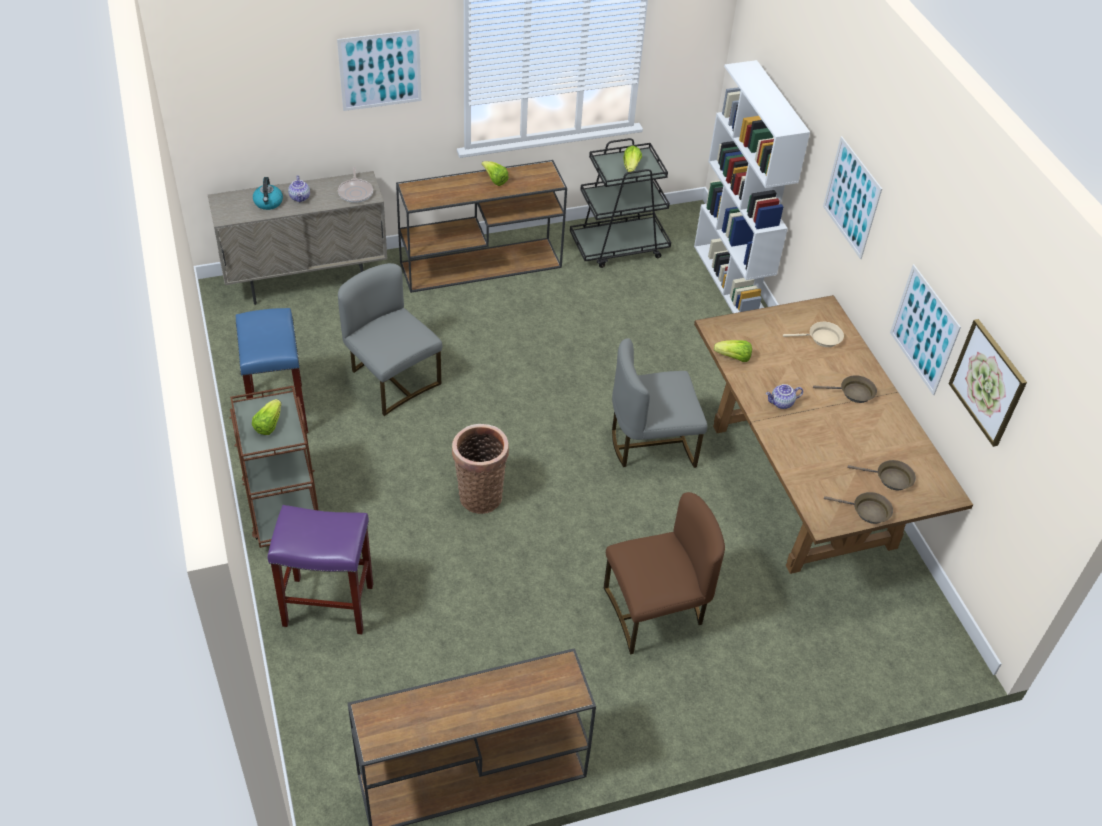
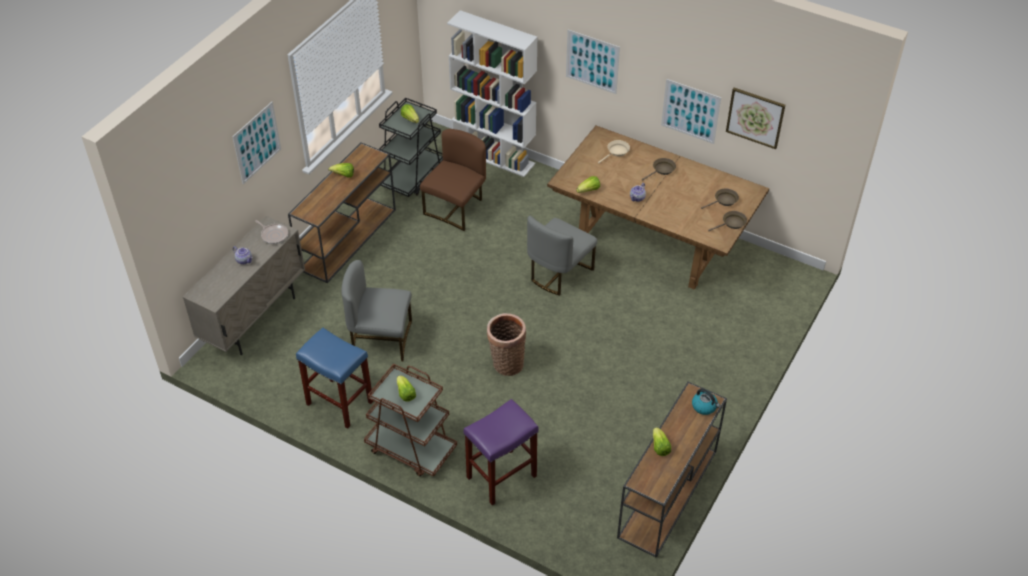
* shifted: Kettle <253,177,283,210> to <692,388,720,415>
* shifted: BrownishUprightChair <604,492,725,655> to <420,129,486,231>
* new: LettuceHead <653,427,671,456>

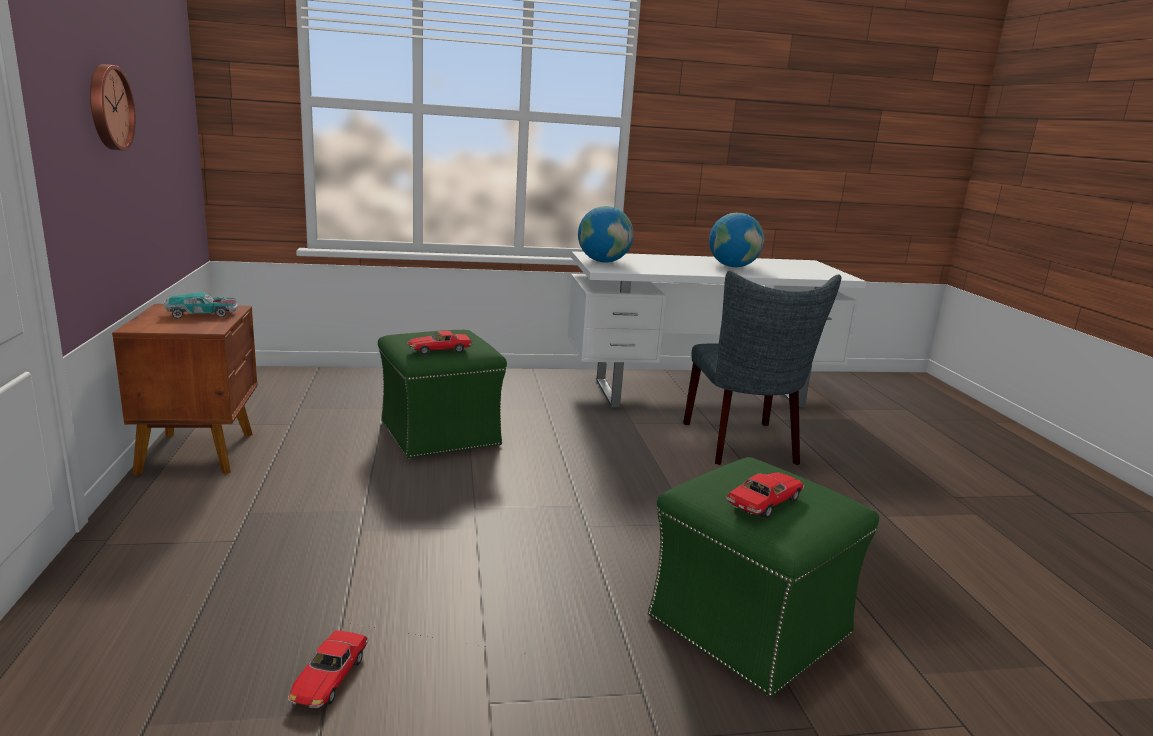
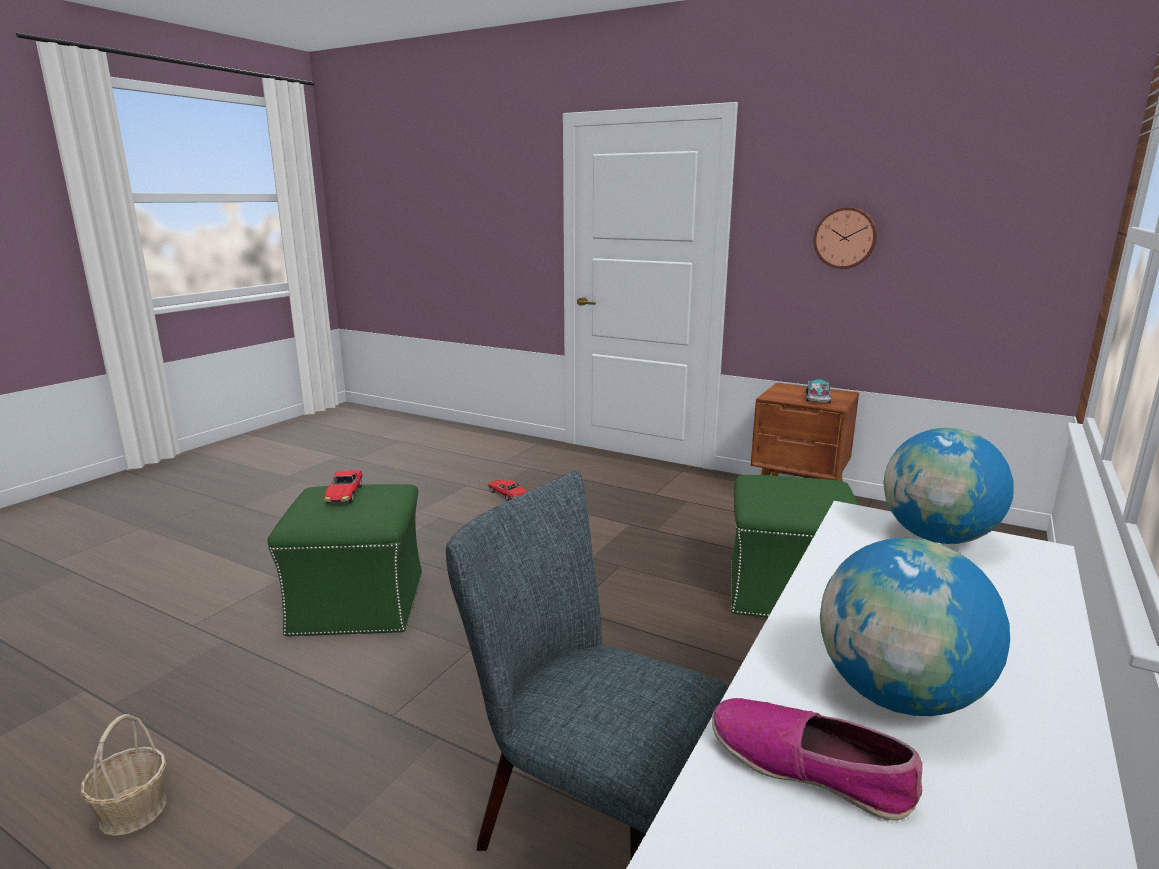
* gone: MiniatureCar <407,331,472,355>
* new: Shoe <712,698,923,821>
* new: HouseholdBasket <81,714,166,836>

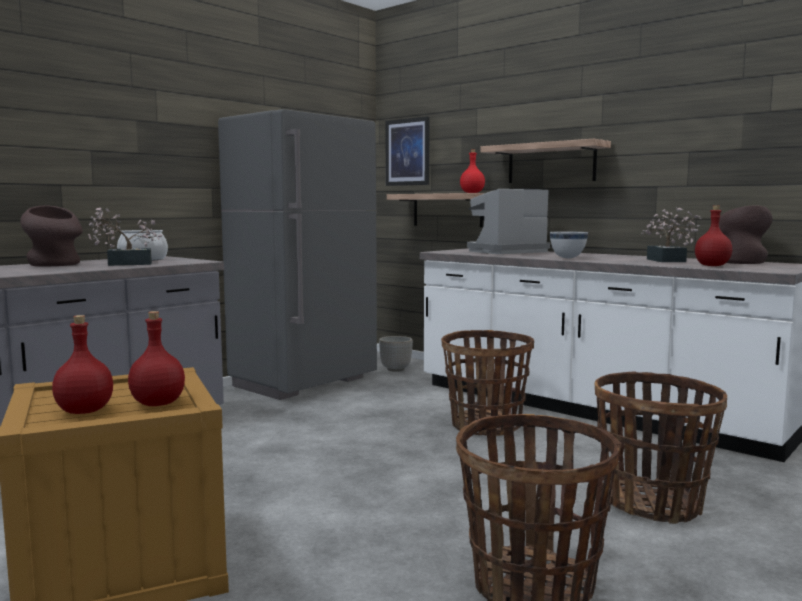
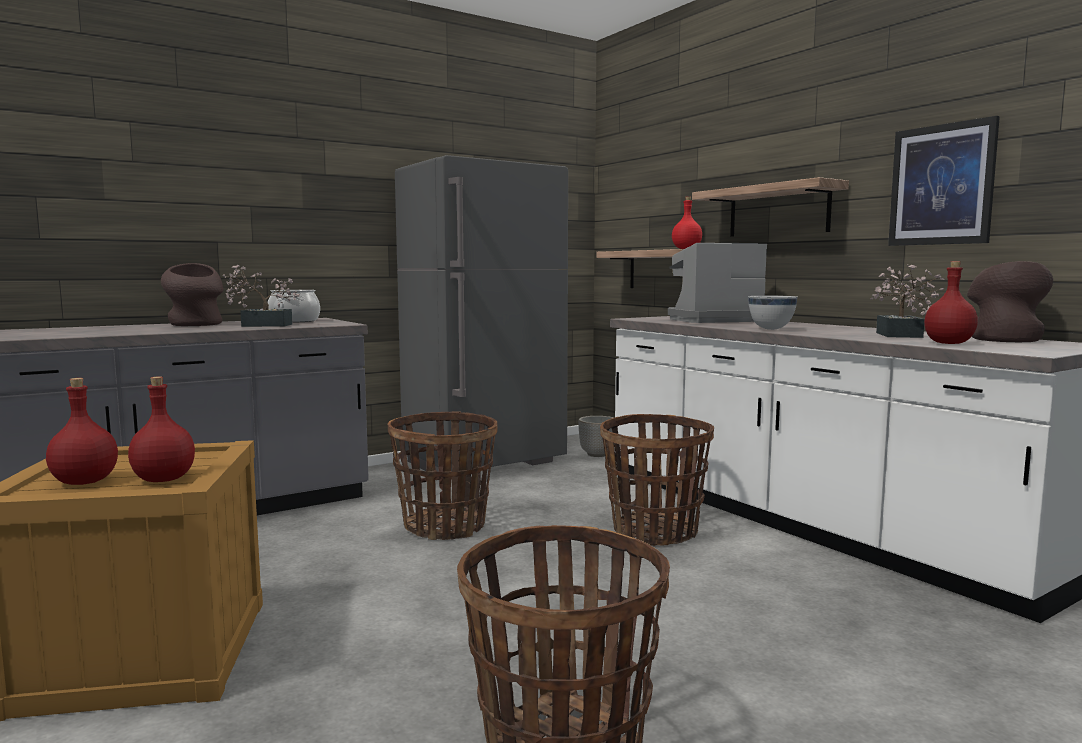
* shifted: WallPicture <386,116,430,186> to <888,116,1000,246>
* shifted: HouseholdBasket <595,371,727,524> to <388,412,498,540>

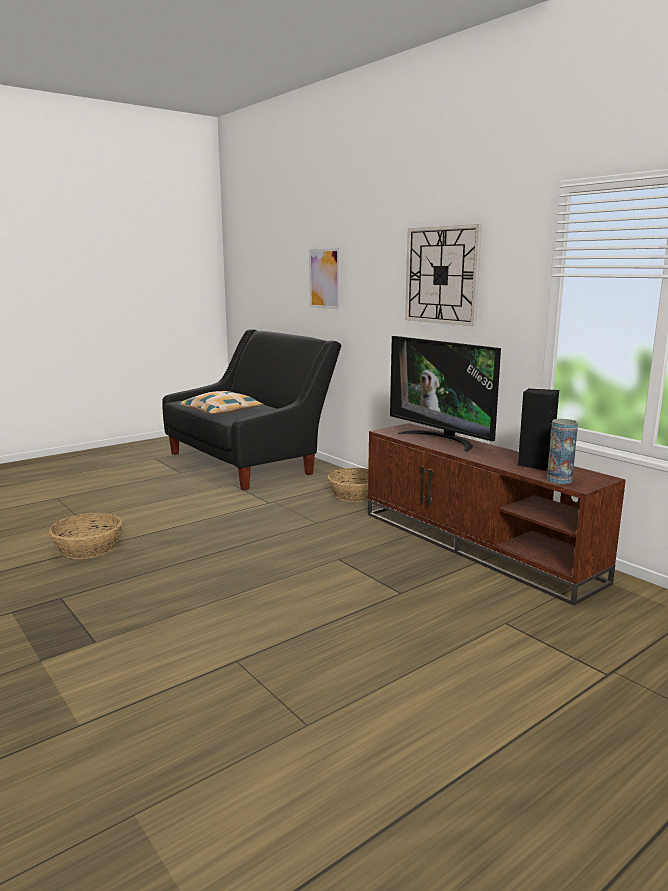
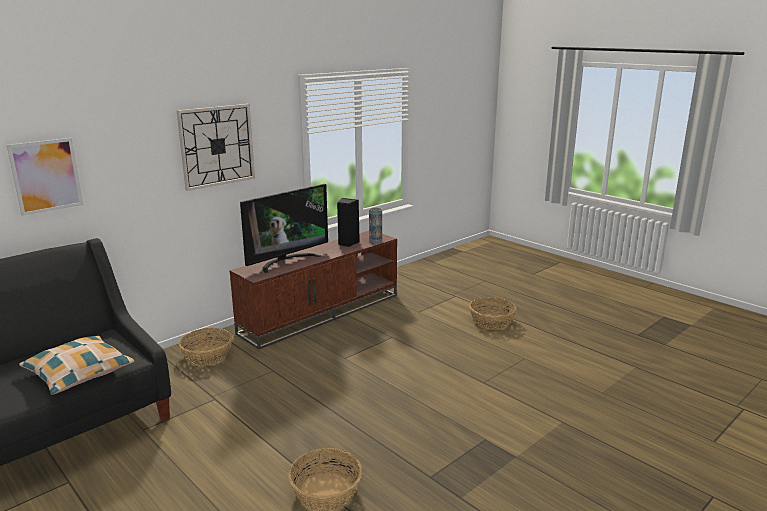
* new: HouseholdBasket <469,297,516,329>

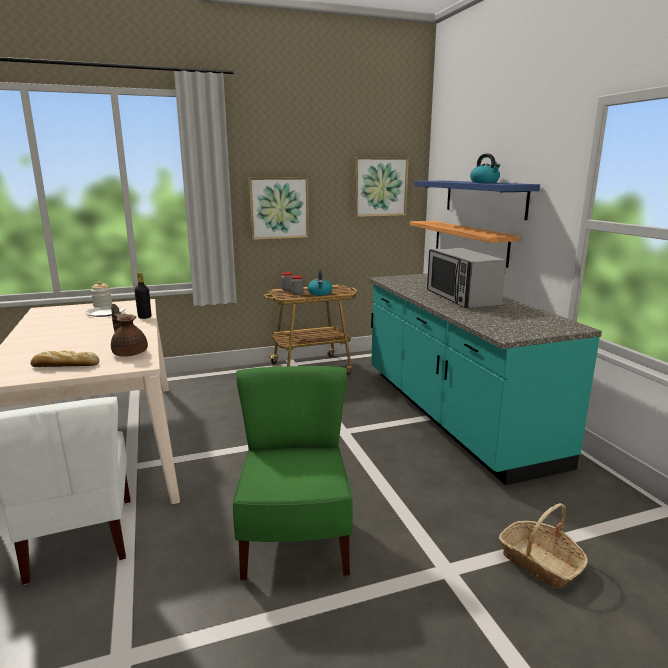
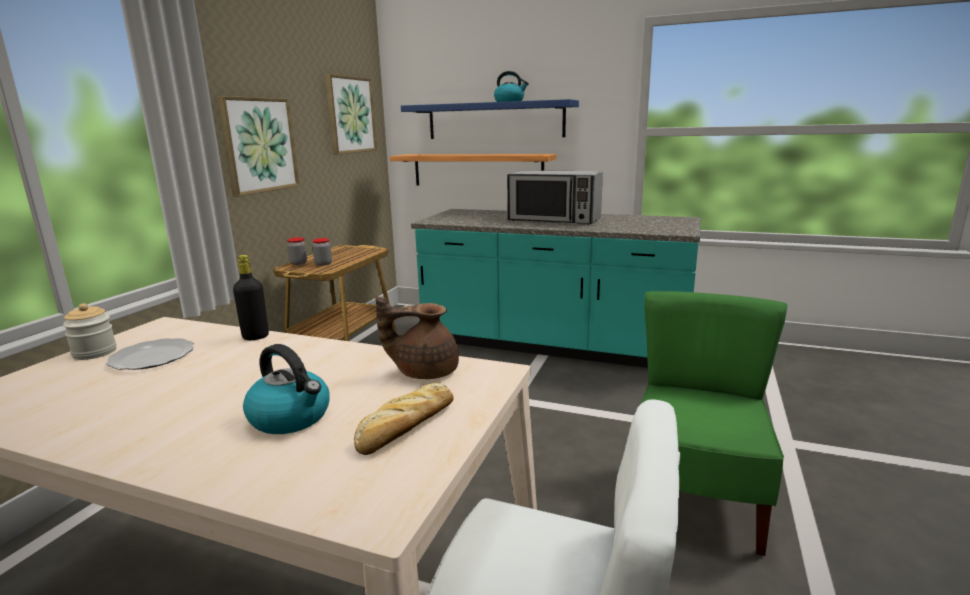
* shifted: Kettle <308,270,333,295> to <243,344,330,434>
* rotated: GreenishUprightChair <233,366,353,581> = <641,291,788,556> 75 degrees clockwise
* gone: HouseholdBasket <499,503,588,589>

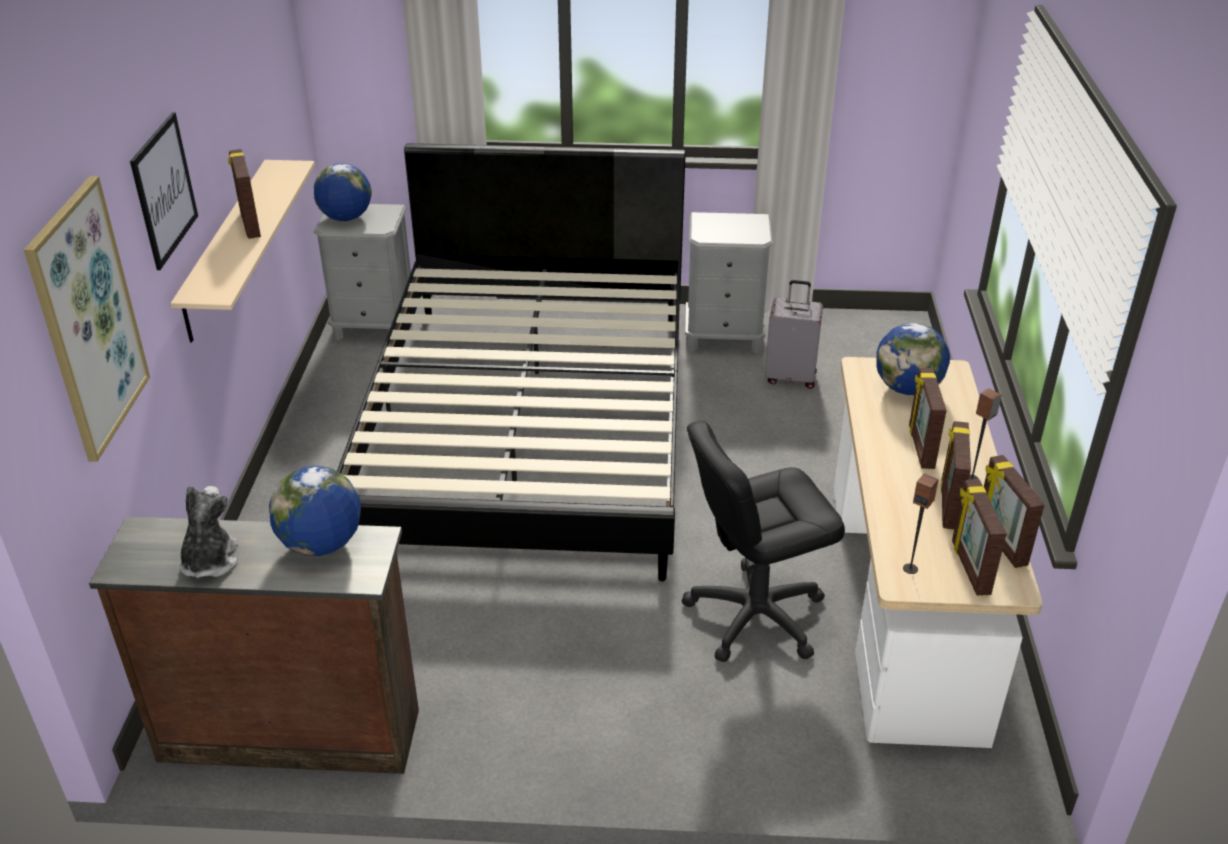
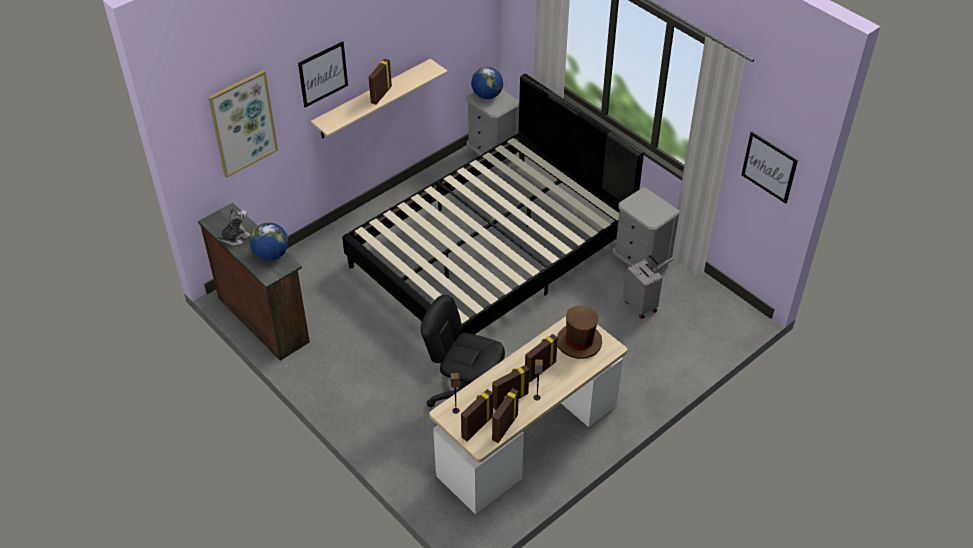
* swapped: DeskGlobe <876,323,950,395> to BrownishClothingHat <557,305,602,359>
* new: WallPicture <742,131,798,204>

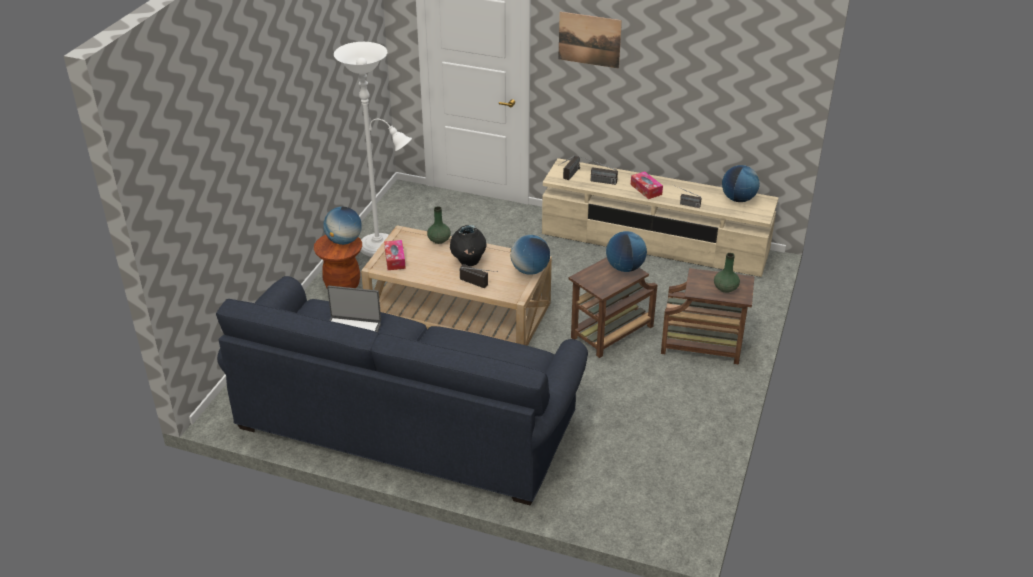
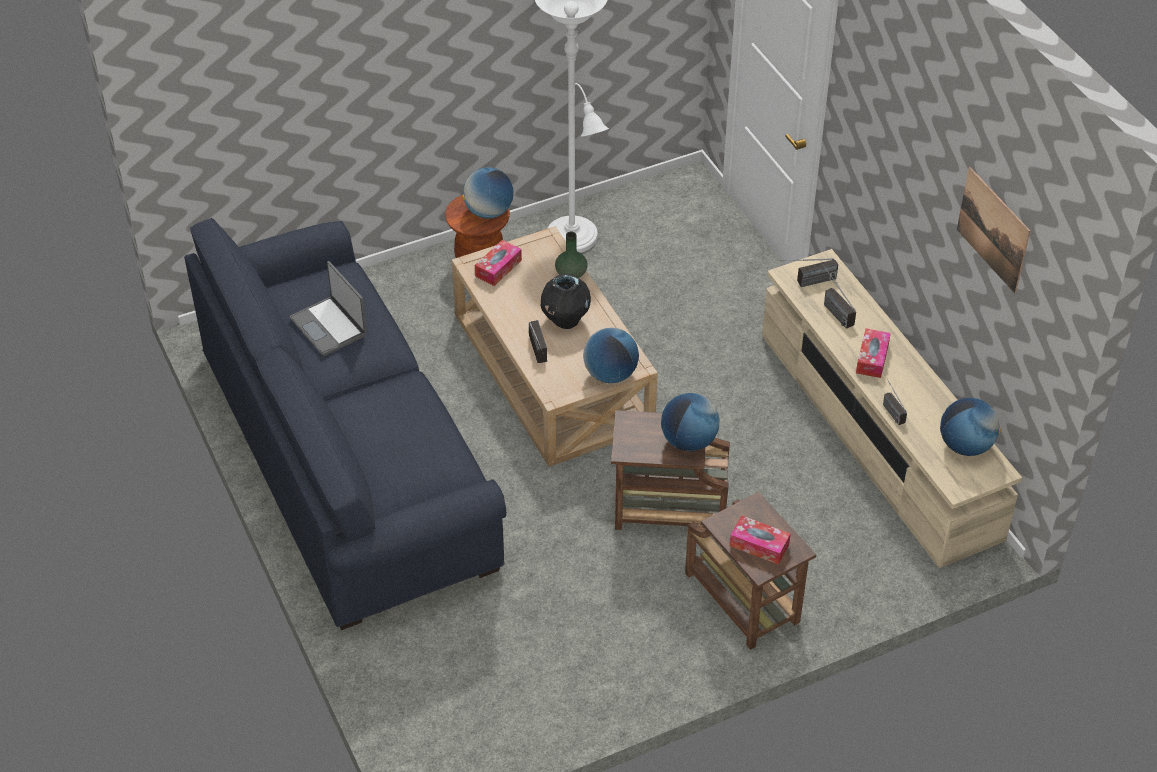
* shifted: WallPicture <558,12,622,69> to <957,167,1030,294>
* swapped: GreenishVase <714,253,740,293> to TissueBox <730,515,790,565>

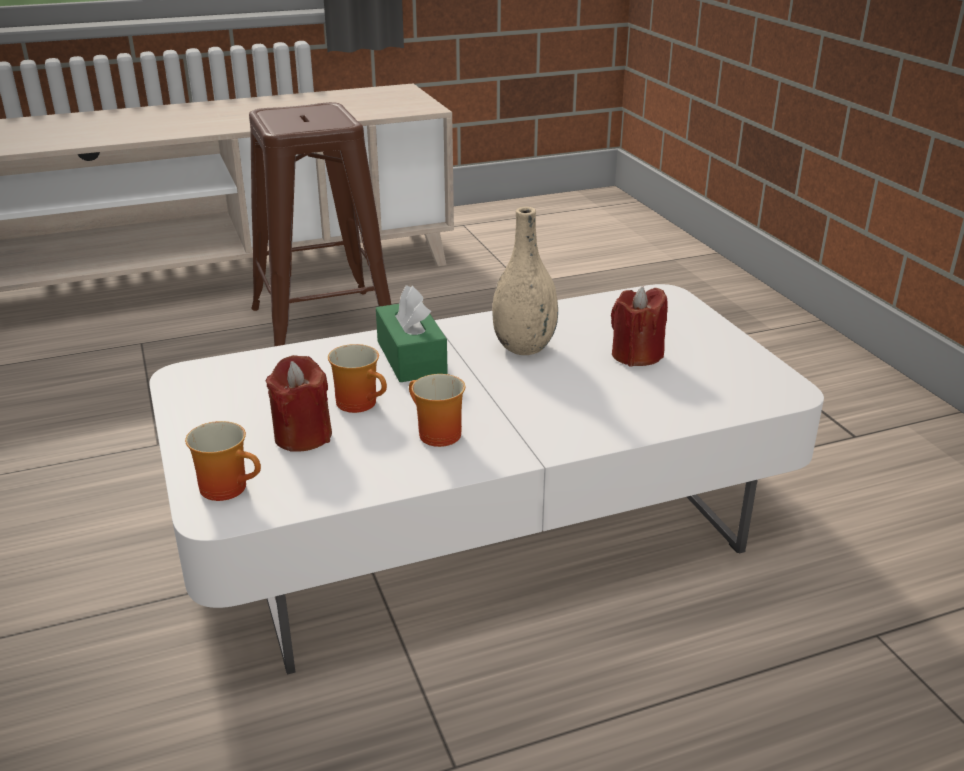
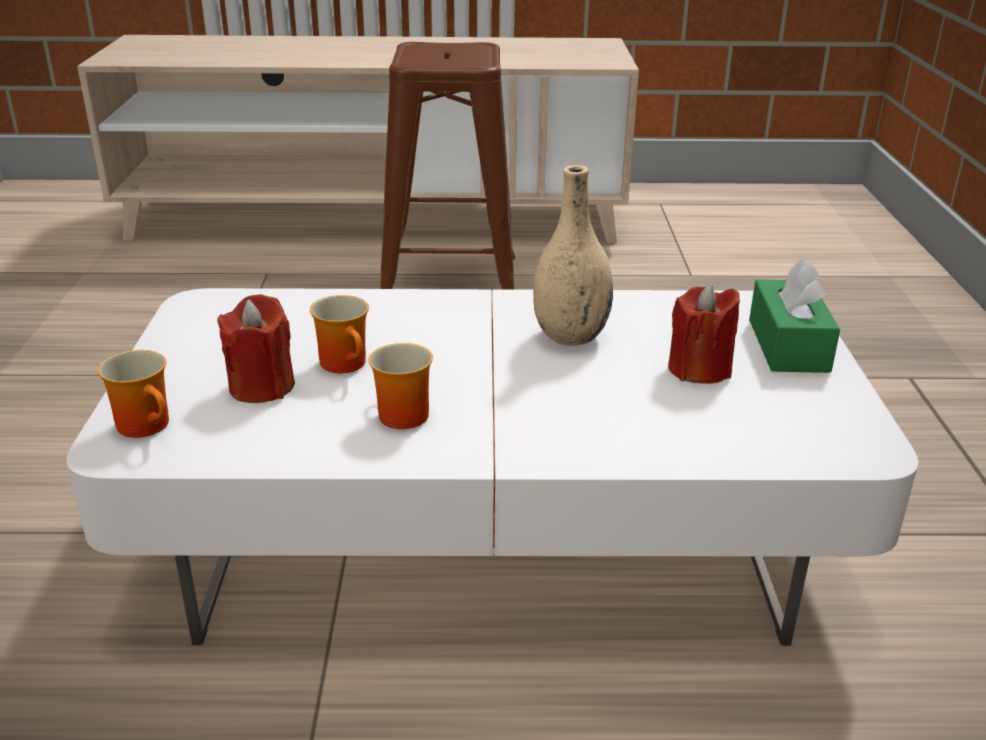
* shifted: GreenishTissueBox <376,285,448,382> to <749,259,840,373>

